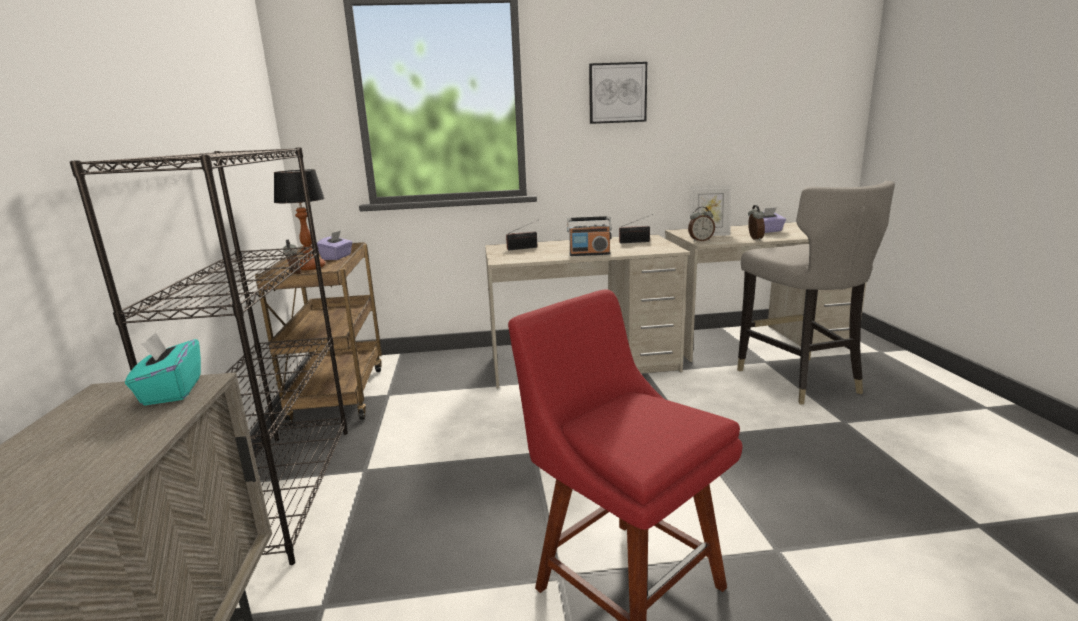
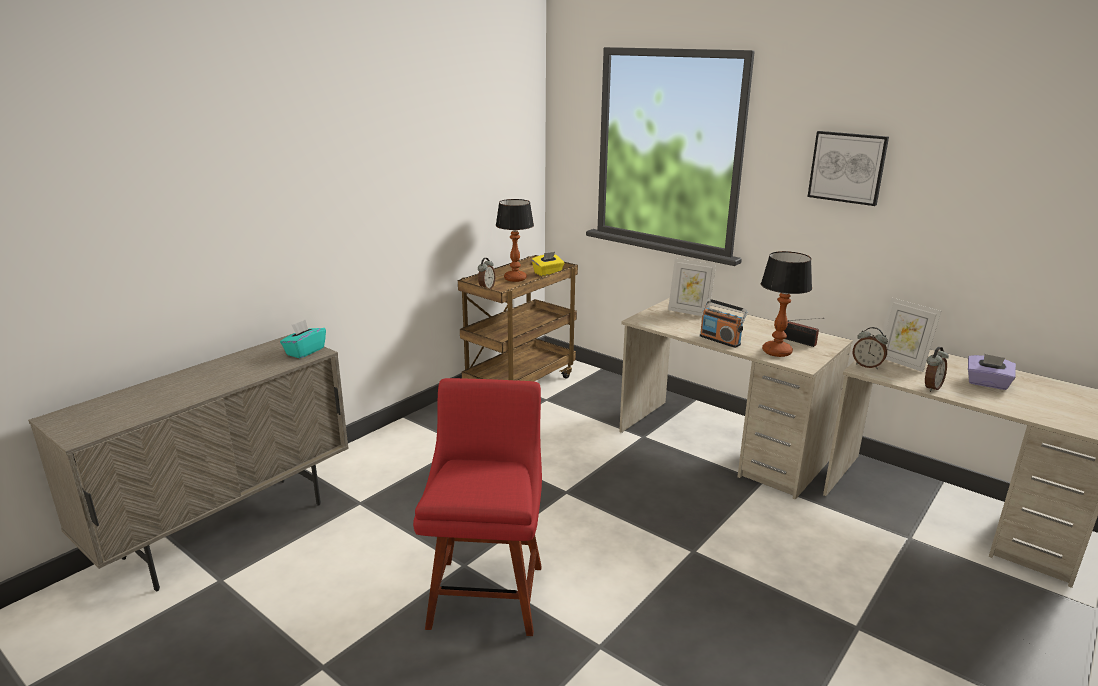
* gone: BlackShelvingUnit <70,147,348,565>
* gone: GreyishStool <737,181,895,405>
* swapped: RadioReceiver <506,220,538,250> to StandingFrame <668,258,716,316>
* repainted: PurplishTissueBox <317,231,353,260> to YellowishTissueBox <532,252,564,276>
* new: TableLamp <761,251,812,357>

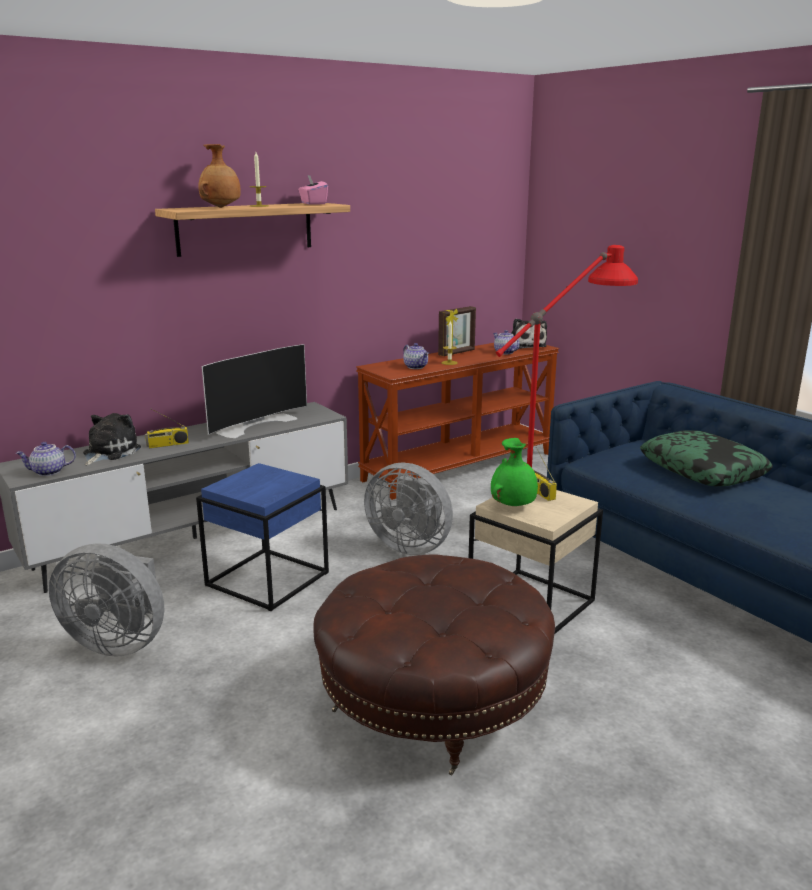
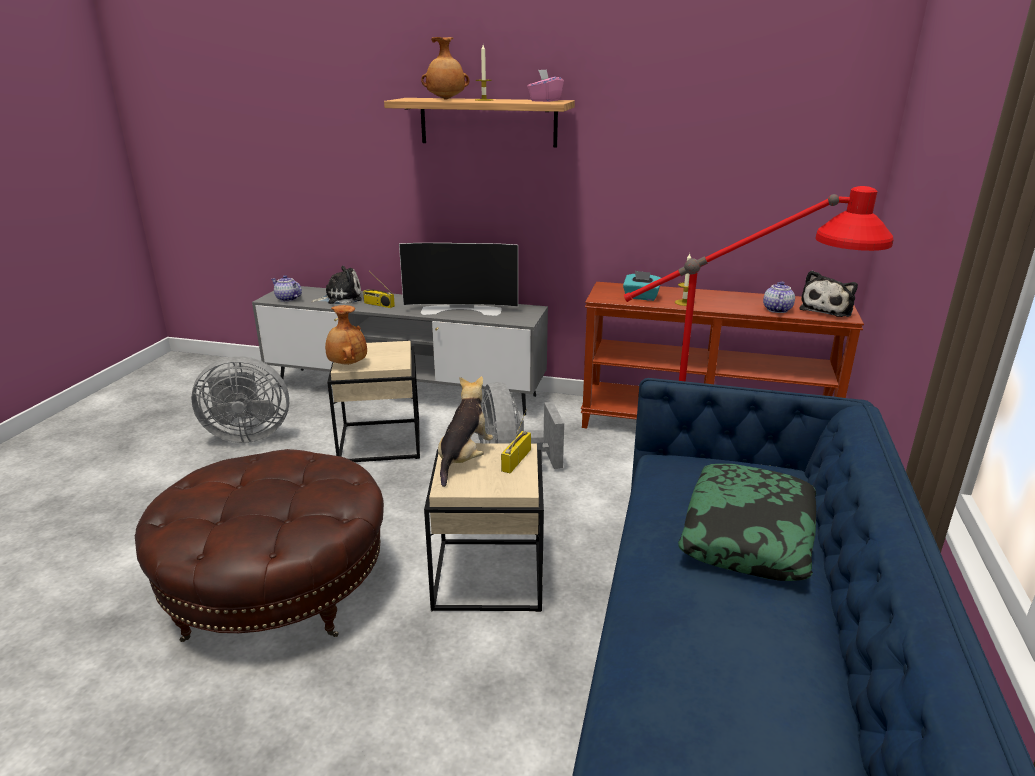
* gone: StandingFrame <438,306,476,356>
* swapped: PotForTea <403,343,429,369> to TurquoiseTissueBox <623,271,661,301>
* swapped: GreenishVase <491,438,538,506> to CuddlyToy <438,376,493,487>
* repainted: BlueAccentTable <196,463,329,611> to BeigeColouredAccentTable <327,341,420,462>
* rotated: GreyishElectricFan <49,543,164,657> = <191,356,289,443> 75 degrees counterclockwise
* new: BrownishVase <325,305,367,365>

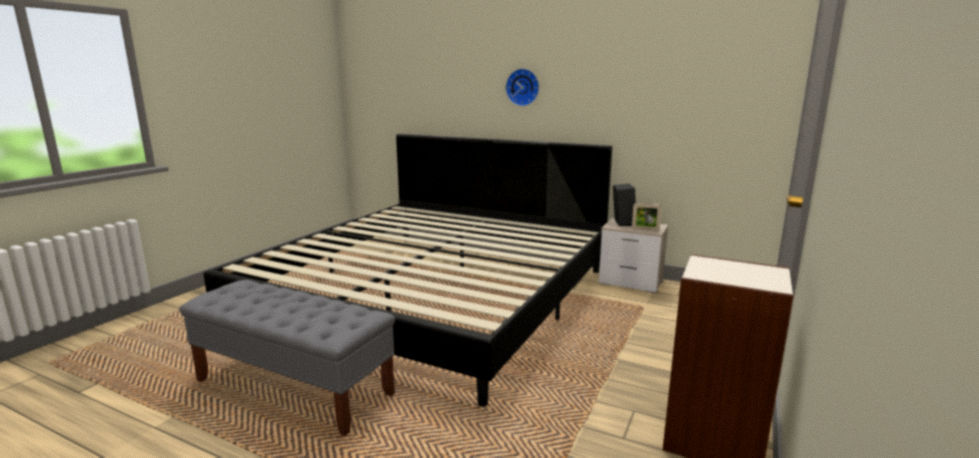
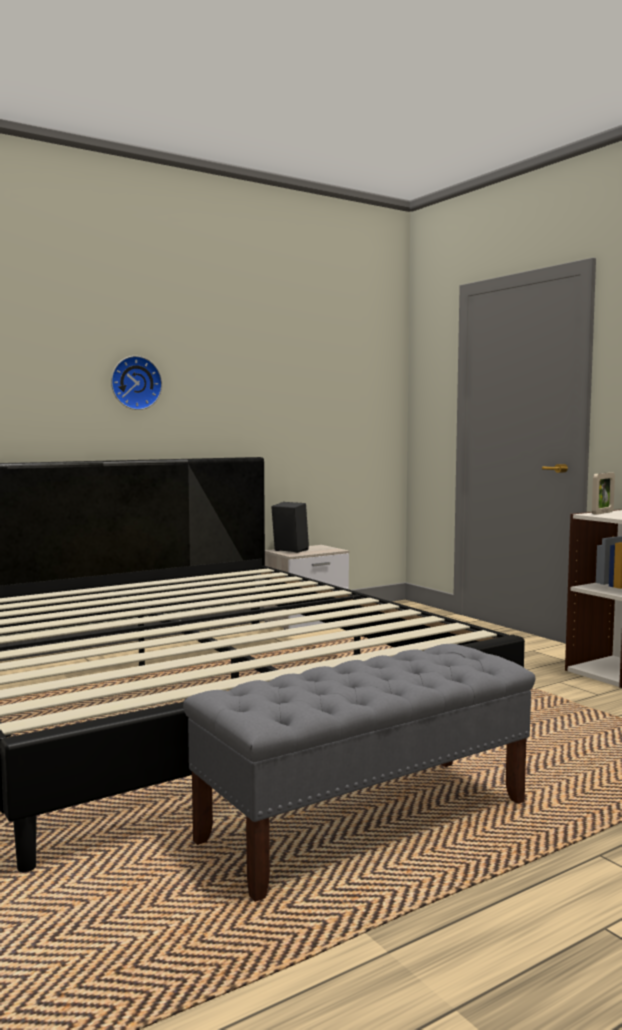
* shifted: StandingFrame <632,203,662,231> to <592,472,615,515>

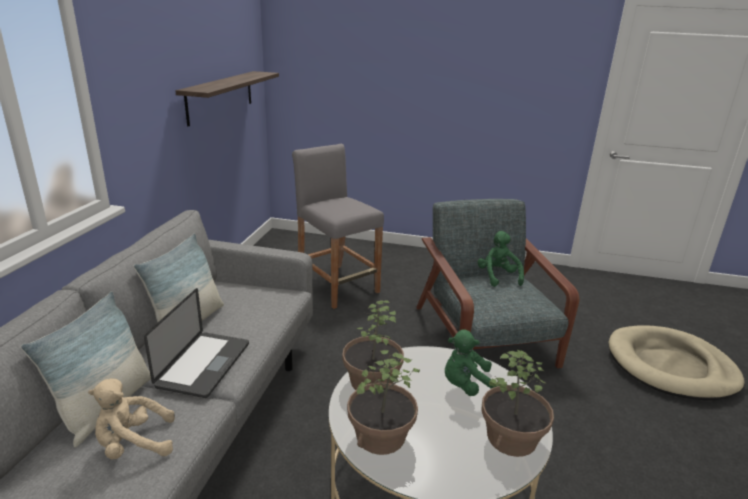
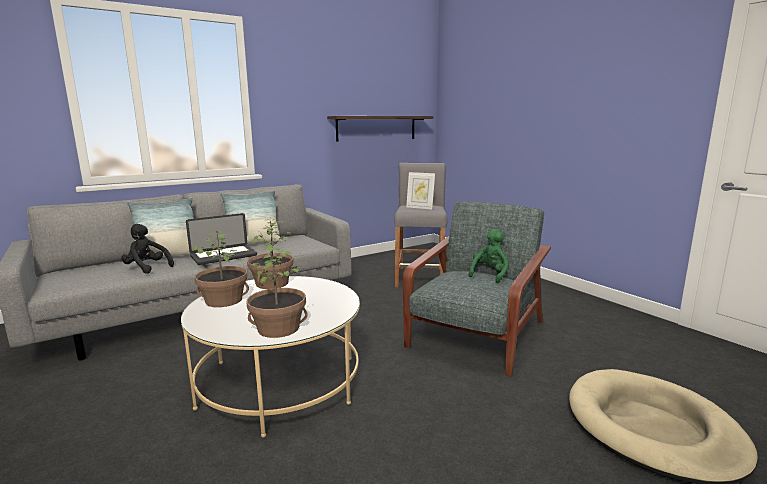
* gone: GreenishCuddlyToy <445,329,497,396>
* repainted: BeigeColouredCuddlyToy <88,378,175,460> to BlackCuddlyToy <121,224,174,274>
* new: StandingFrame <406,172,435,209>

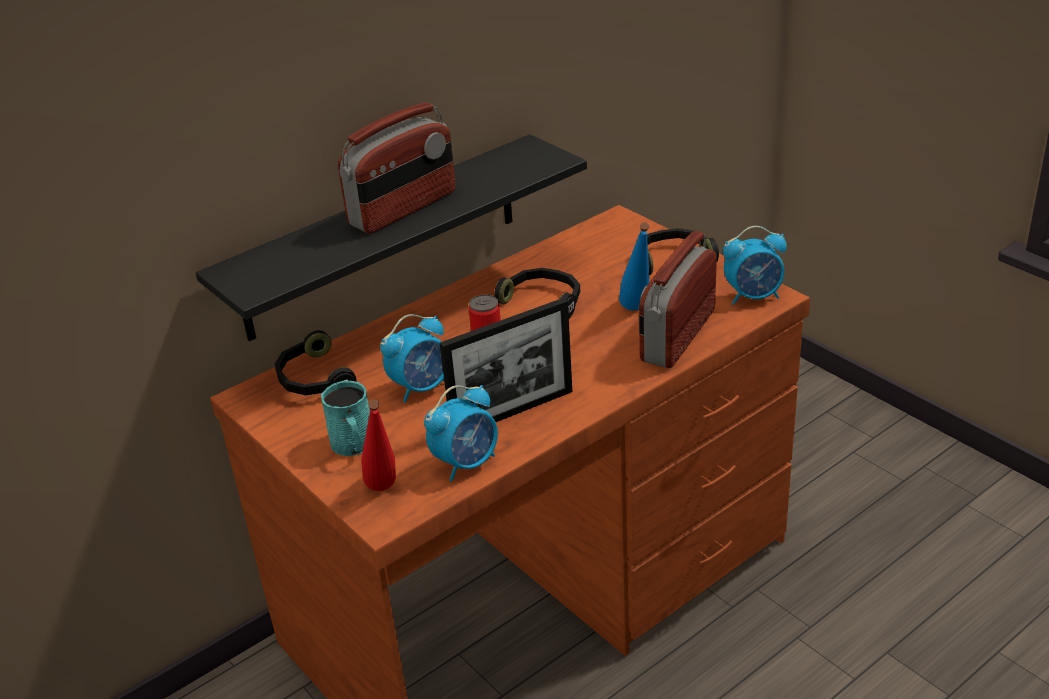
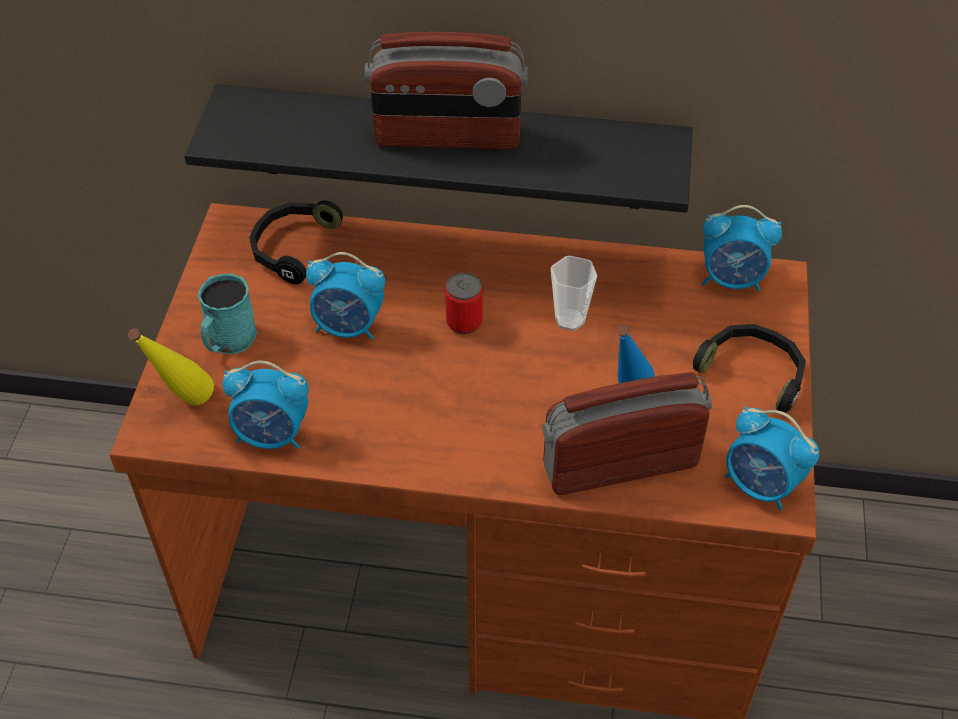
* swapped: BlackHeadset <494,268,580,318> to SmallCup <551,255,597,331>
* gone: StandingFrame <440,298,572,422>
* repainted: RedDrinkBottle <361,400,396,491> to YellowishDrinkBottle <128,328,214,406>
* new: TableClock <702,205,782,291>

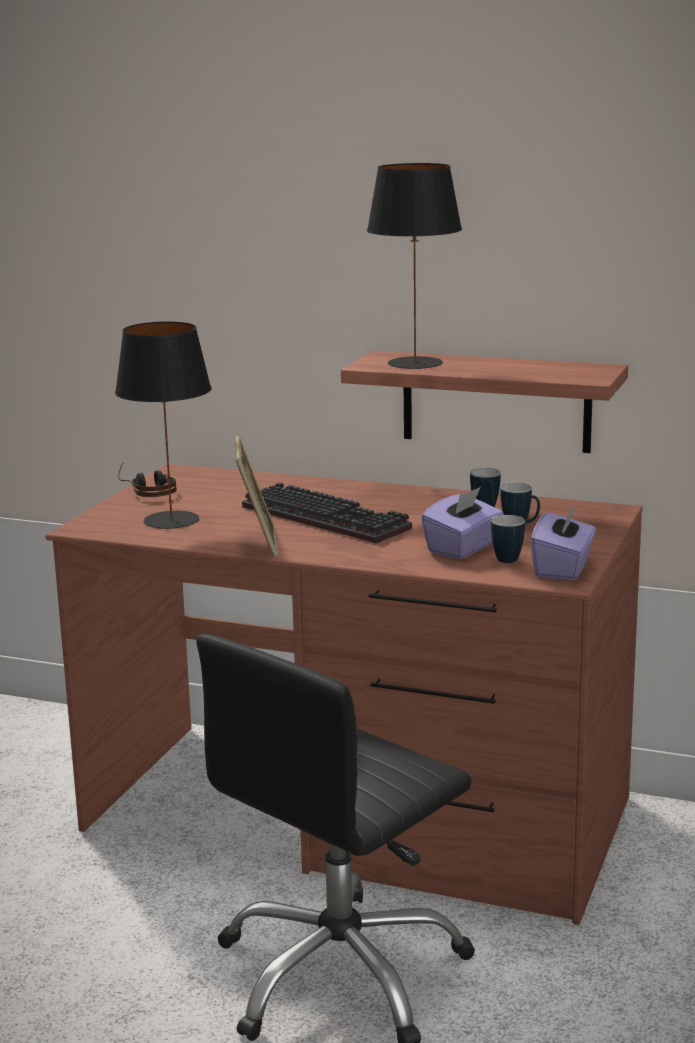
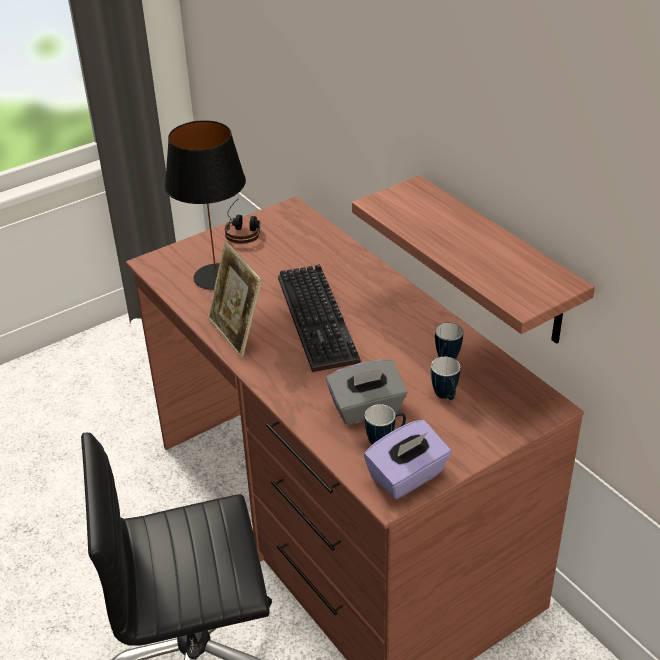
* gone: BlackTableLamp <367,163,462,369>
* rotated: StandingFrame <235,435,278,557> = <208,242,262,358> 120 degrees clockwise
* repainted: PurplishTissueBox <421,487,504,559> to GreyishTissueBox <326,360,407,425>

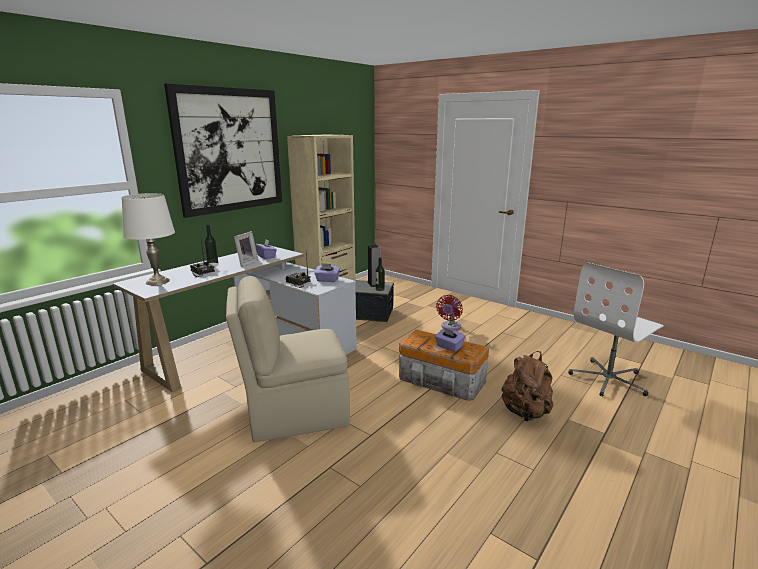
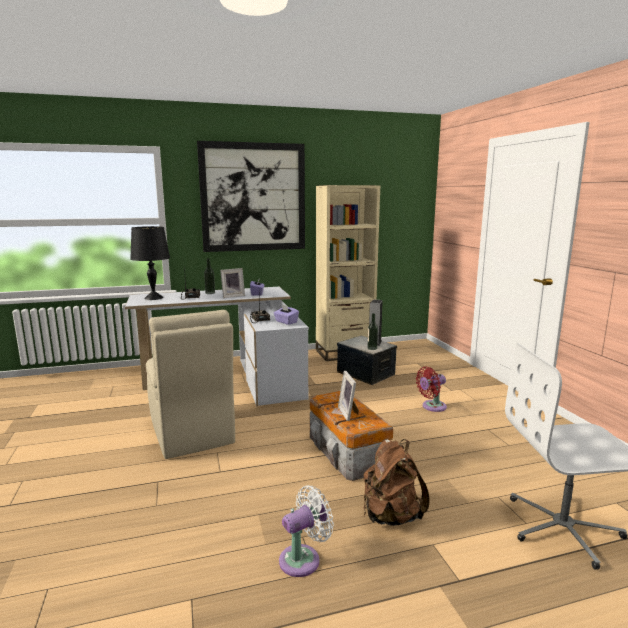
* repainted: WhiteTableLamp <122,193,175,285> to BlackTableLamp <130,226,170,300>
* rotated: BeigeColouredUprightChair <226,276,350,443> = <146,310,235,459> 135 degrees counterclockwise
* swapped: PurplishTissueBox <435,328,465,352> to StandingFrame <338,371,359,421>
* new: WhiteElectricFan <279,485,334,577>

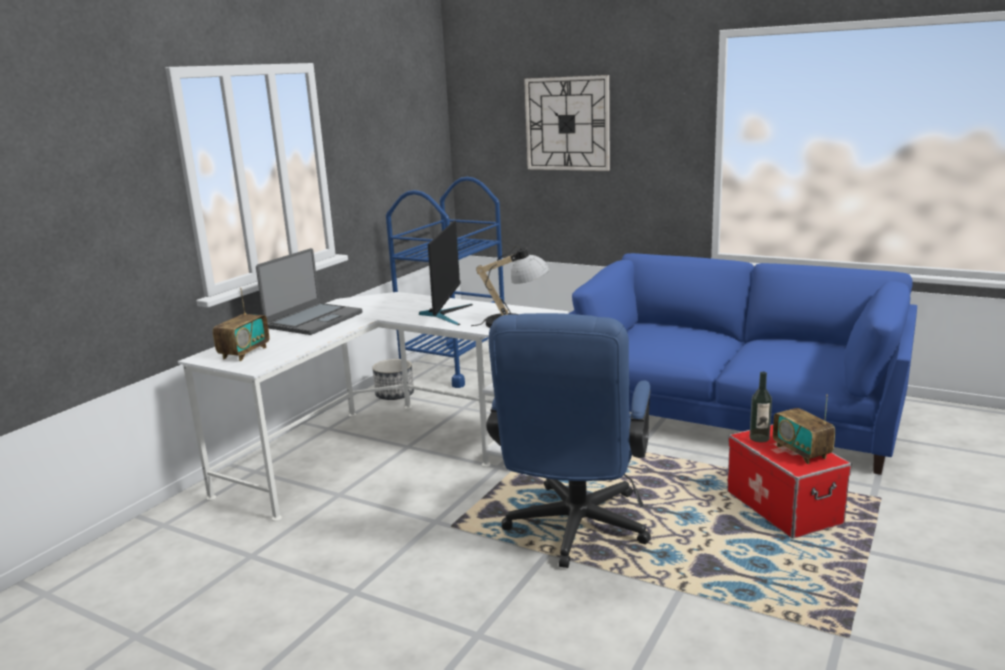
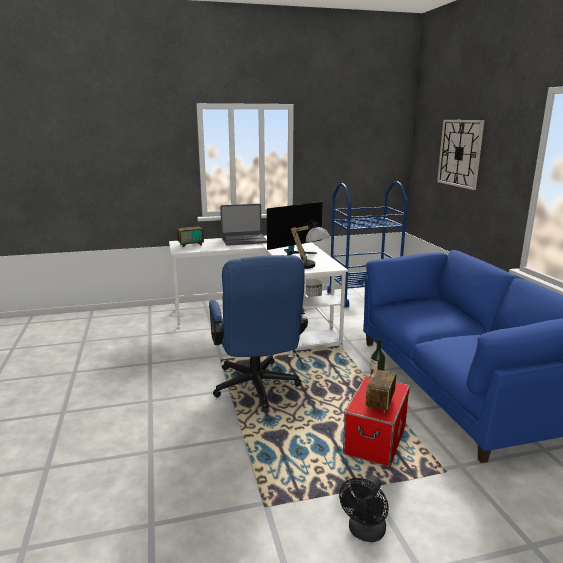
* rotated: BlueOfficeChair <486,313,651,568> = <209,255,308,409> 75 degrees counterclockwise
* new: BlackElectricFan <339,475,389,542>

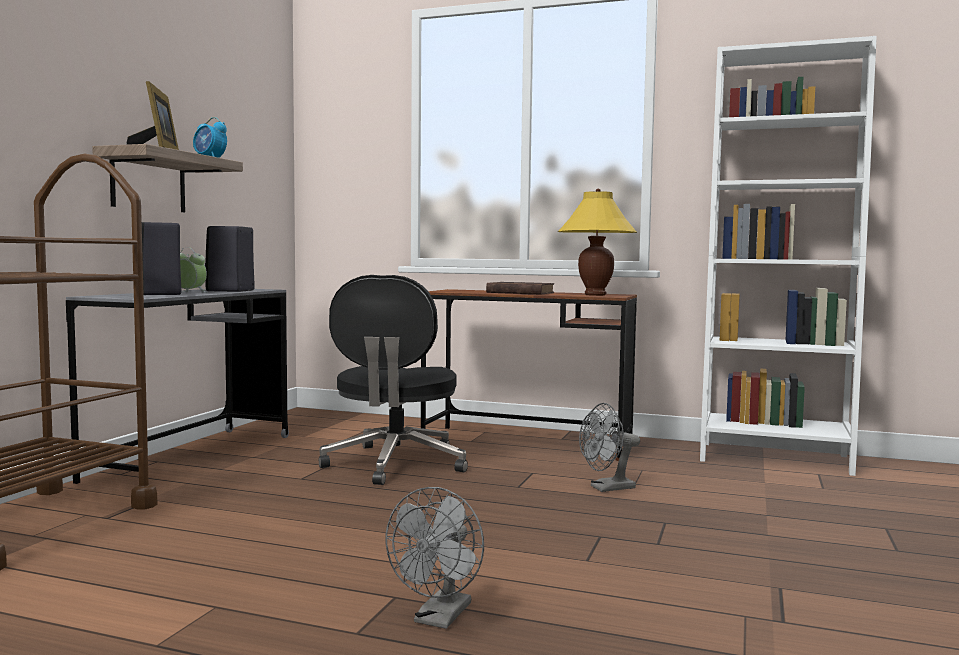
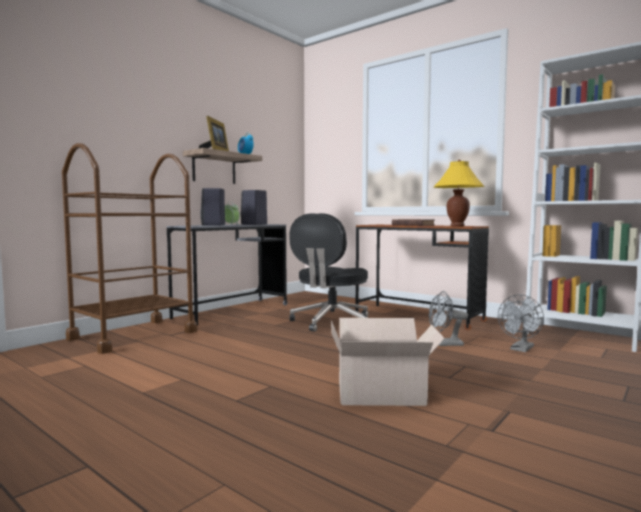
* shifted: GreyishElectricFan <386,487,484,629> to <498,295,544,352>
* new: Carton <331,318,445,406>

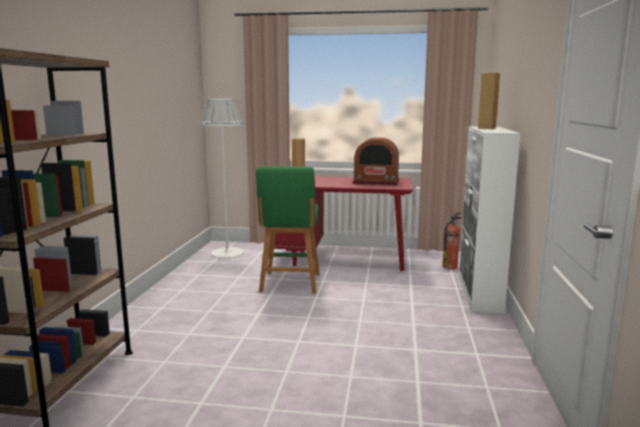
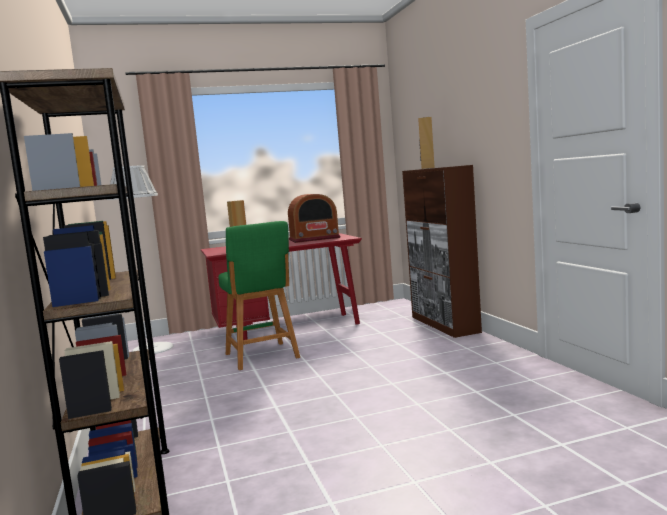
* repainted: WhiteCupboard <459,127,521,313> to BrownishCupboard <402,165,482,338>
* gone: Extinguisher <442,212,462,269>

